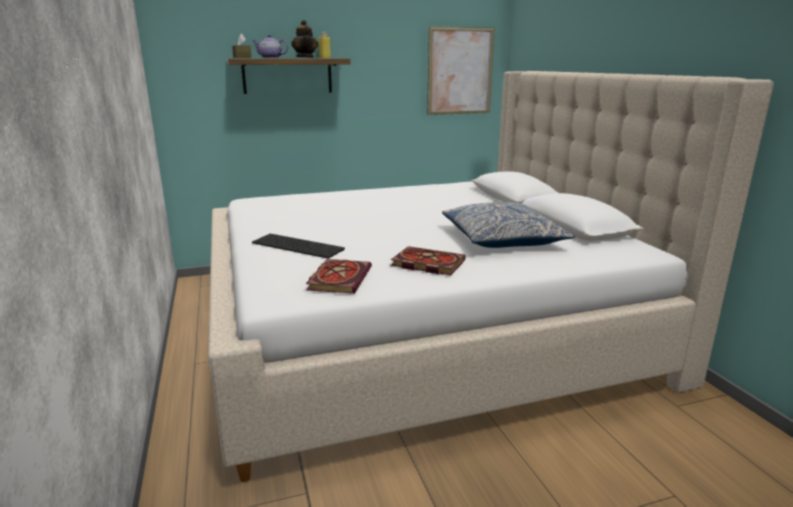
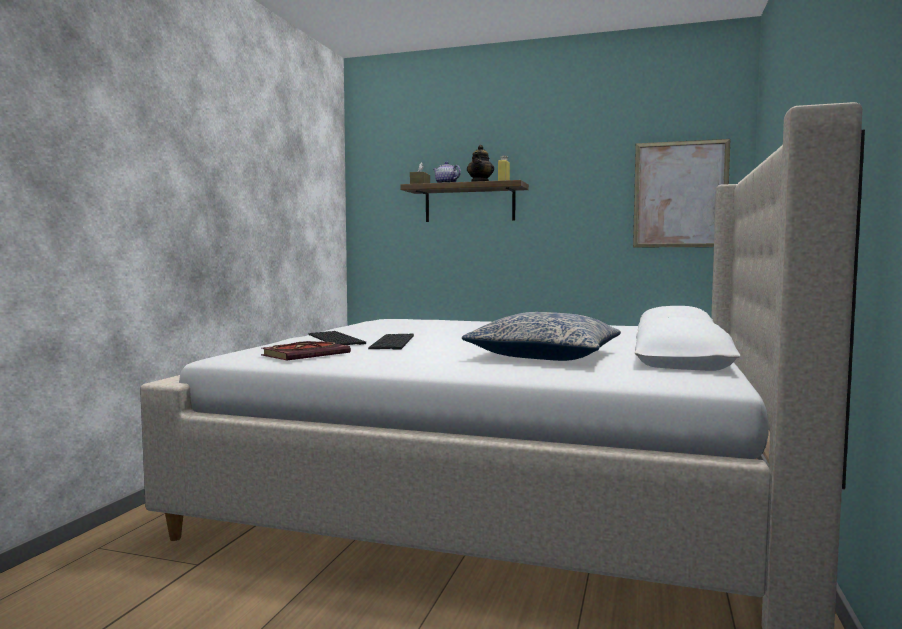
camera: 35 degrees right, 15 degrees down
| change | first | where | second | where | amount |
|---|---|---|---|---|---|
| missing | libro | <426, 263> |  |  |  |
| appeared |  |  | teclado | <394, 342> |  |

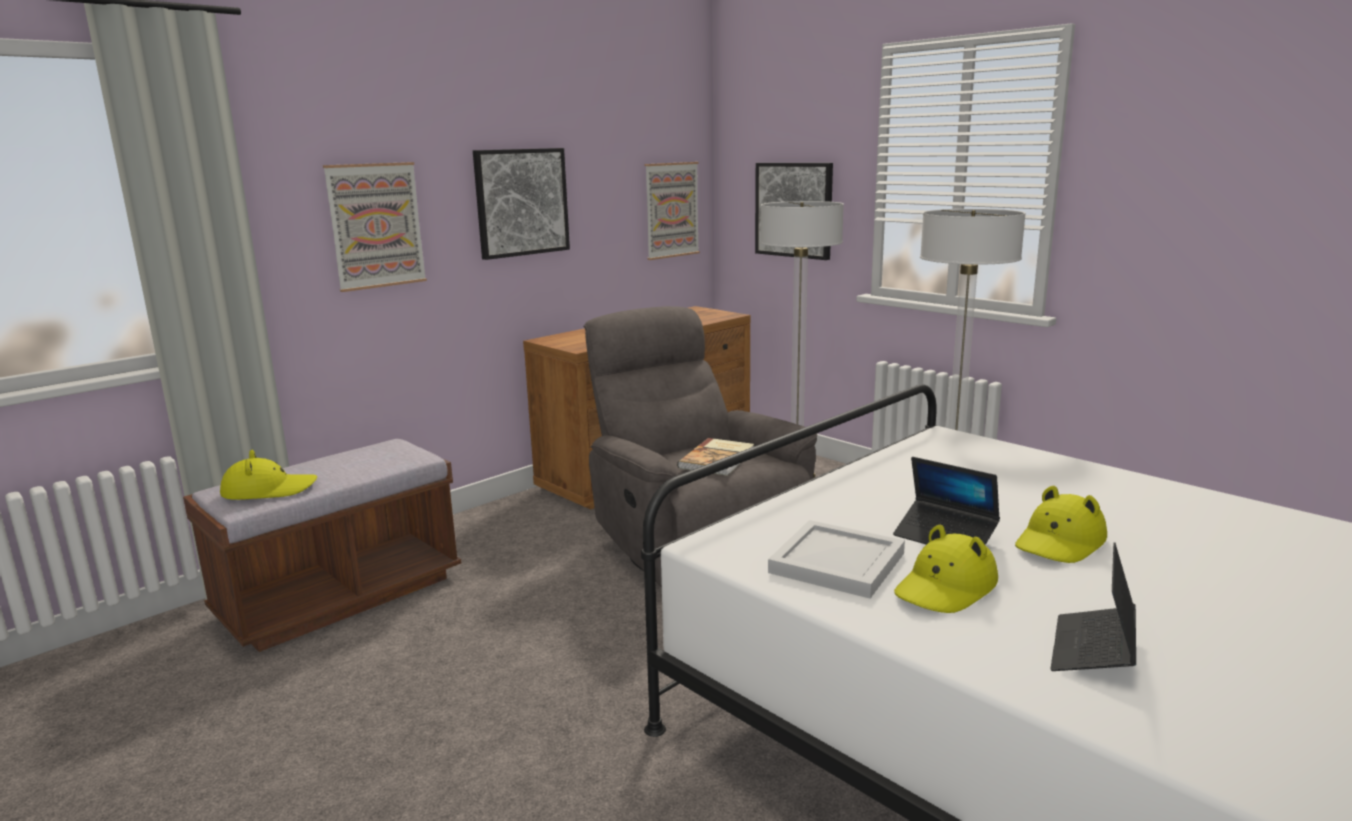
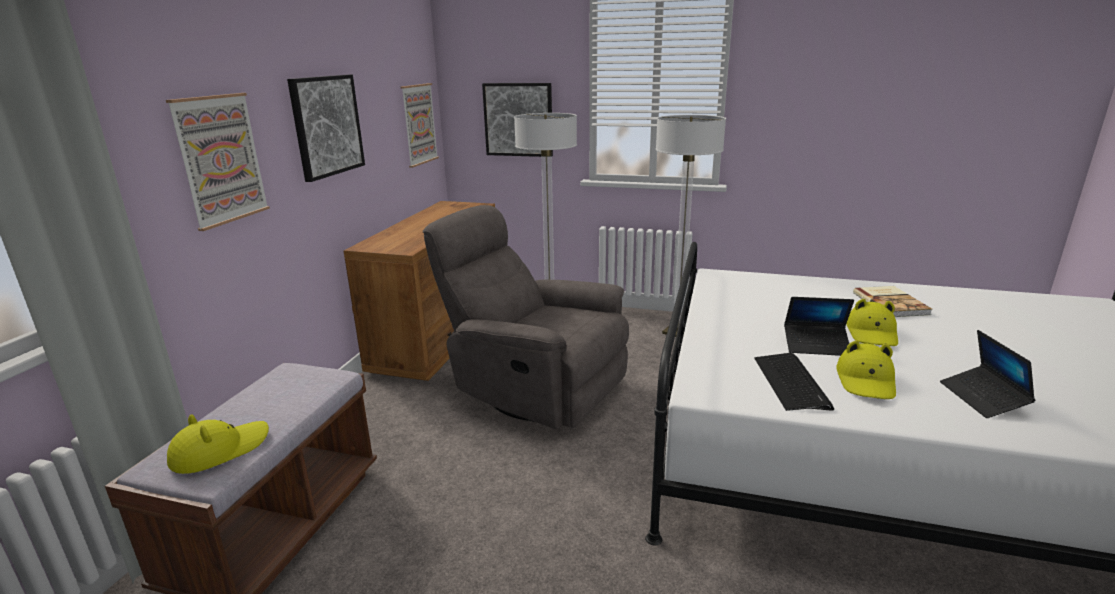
camera: 30 degrees left, 5 degrees up
| change | first | where | second | where | amount |
|---|---|---|---|---|---|
| relocated | libro | <718, 459> |  | <891, 303> |  |
| exchanged | bandeja [blanco] | <838, 564> | teclado | <791, 382> |  |

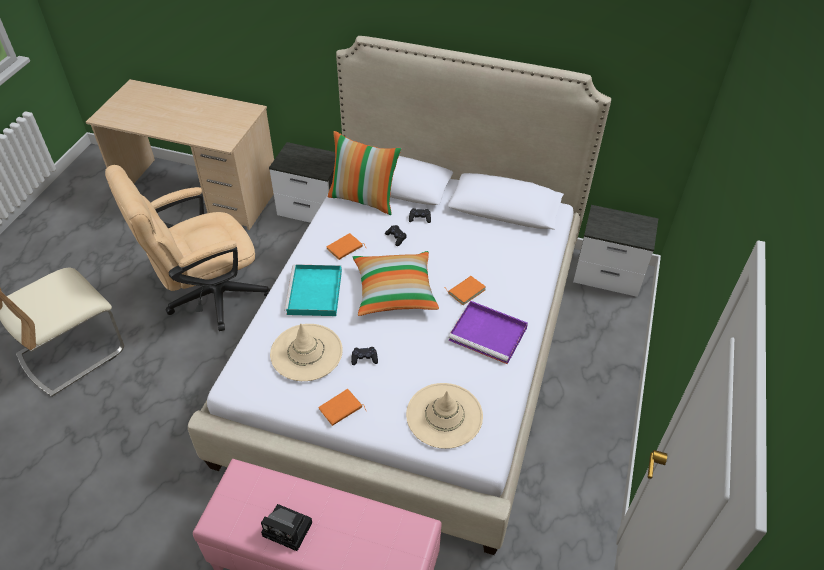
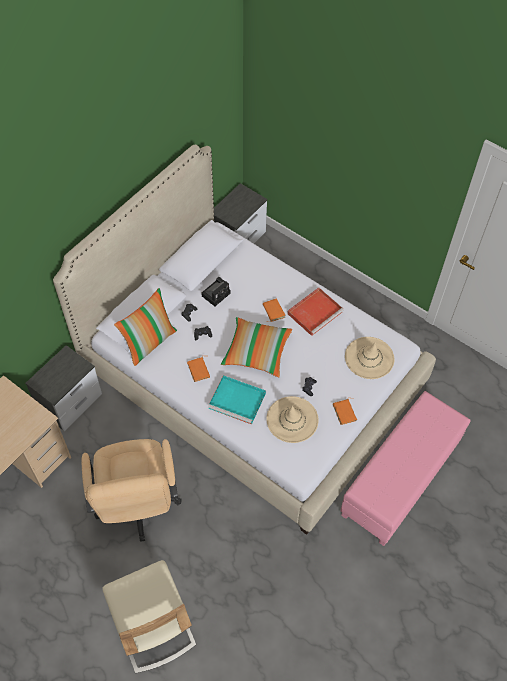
camera: 70 degrees left, 10 degrees up
| change | first | where | second | where | amount |
|---|---|---|---|---|---|
| relocated | cámara | <289, 529> |  | <216, 294> |  |
| colour | bandeja [morado] | <489, 334> | bandeja [rojo] | <315, 312> |  |

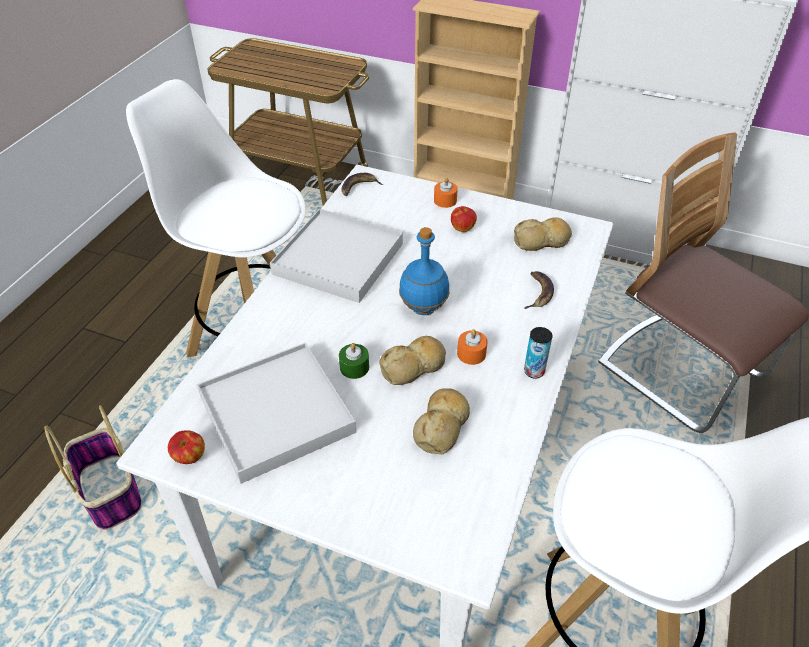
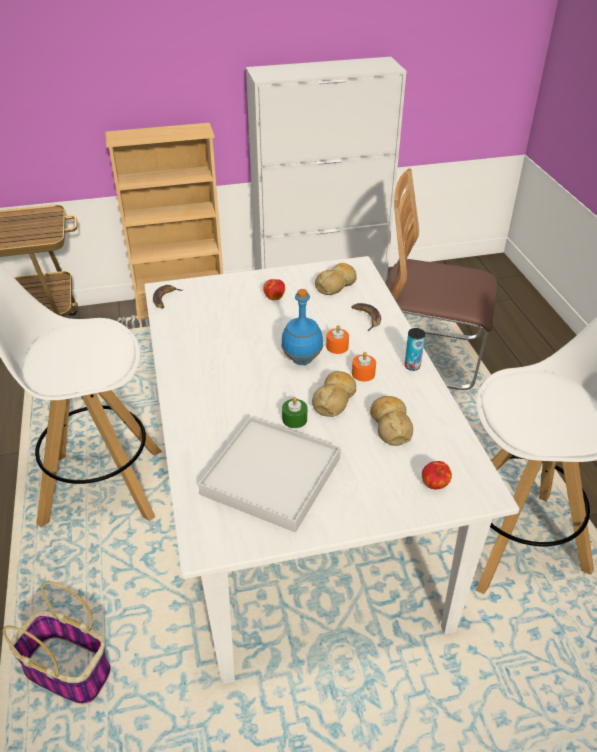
camera: 35 degrees left, 5 degrees down
| change | first | where | second | where | amount |
|---|---|---|---|---|---|
| missing | bandeja [blanco] | <338, 259> |  |  |  |
| relocated | manzana | <190, 457> |  | <435, 485> |  |
| relocated | vela [naranja] | <445, 200> |  | <337, 347> |  |

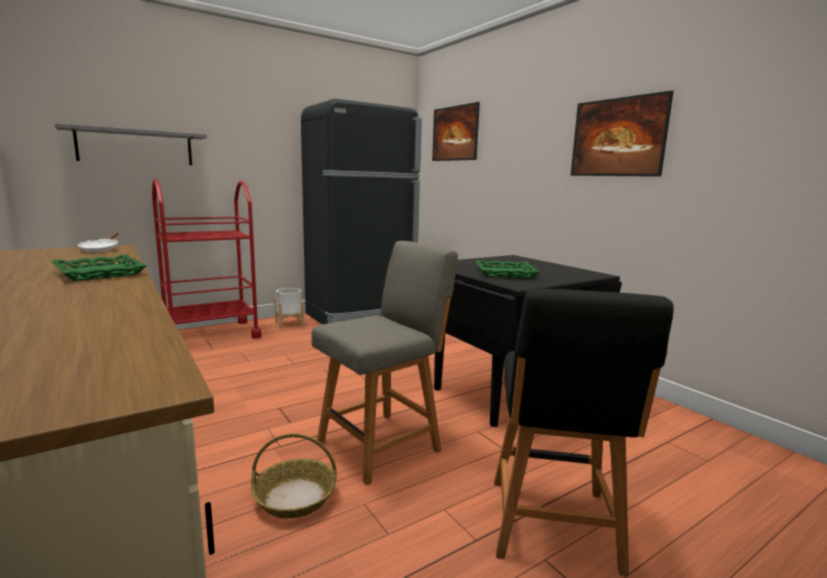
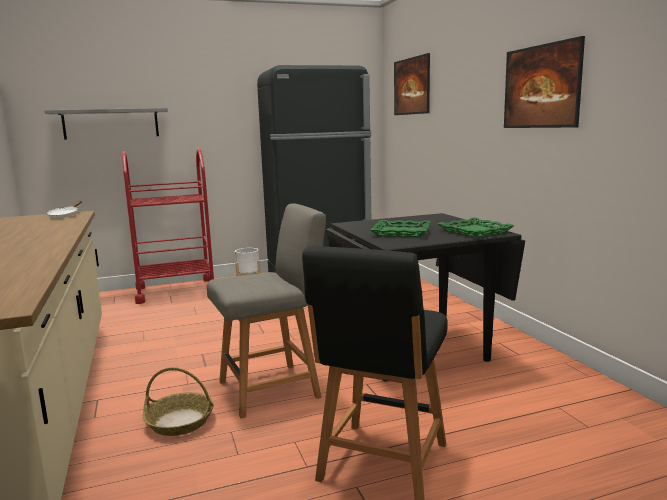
camera: 15 degrees right, 0 degrees up
| change | first | where | second | where | amount |
|---|---|---|---|---|---|
| relocated | bandeja [verde] | <100, 273> |  | <475, 231> |  |

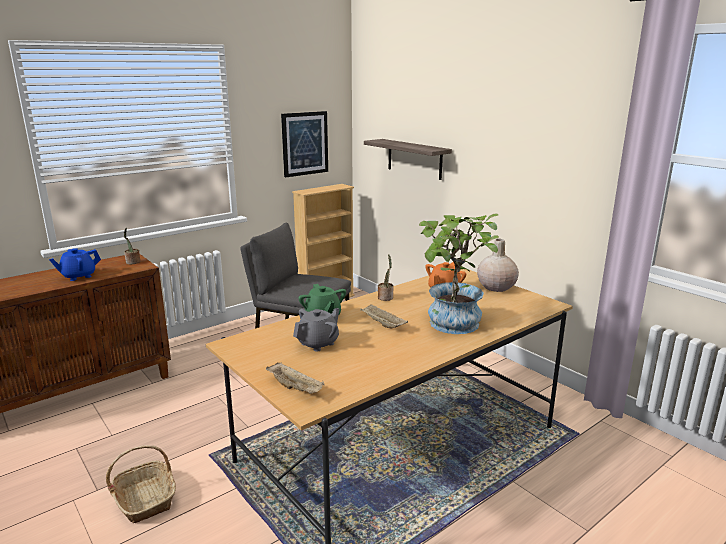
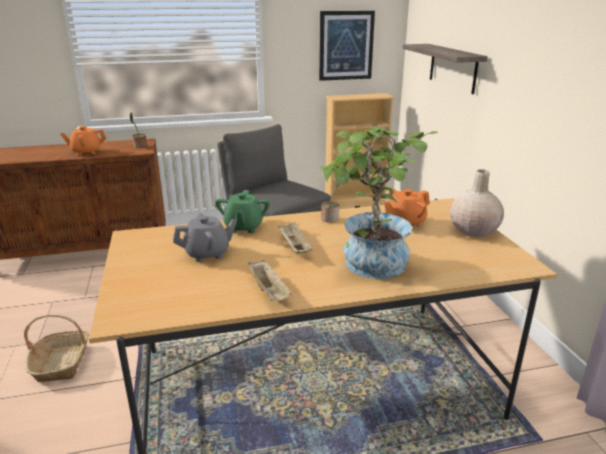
camera: 25 degrees right, 5 degrees up
| change | first | where | second | where | amount |
|---|---|---|---|---|---|
| relocated | bandeja [beis] | <296, 388> |  | <269, 291> |  |
| colour | tetera [azul] | <78, 276> | tetera [naranja] | <86, 152> |  |

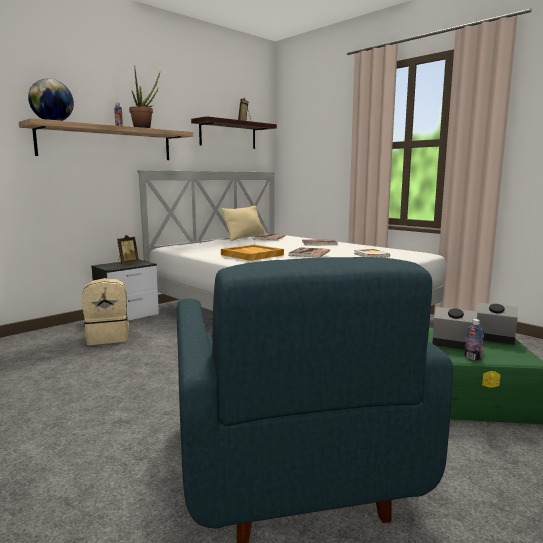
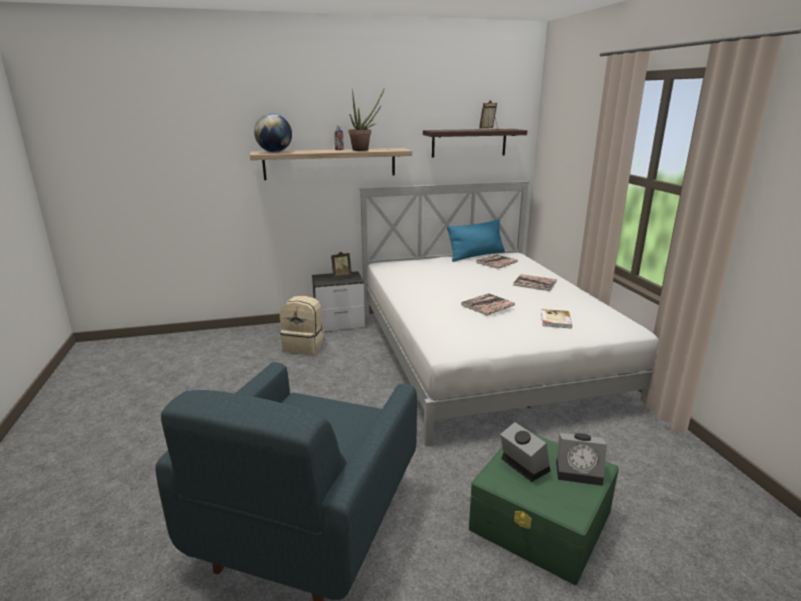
camera: 30 degrees right, 10 degrees up
| change | first | where | second | where | amount |
|---|---|---|---|---|---|
| missing | bandeja [beis] | <251, 255> |  |  |  |
| missing | botella | <472, 358> |  |  |  |
| colour | cojín [beis] | <244, 237> | cojín [azul] | <476, 255> |  |
| spun | despertador | <492, 338> |  | <580, 471> | 135 degrees clockwise |

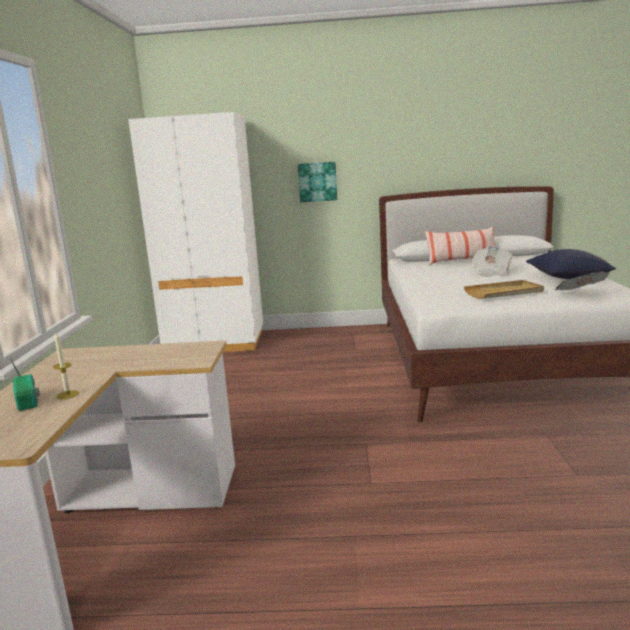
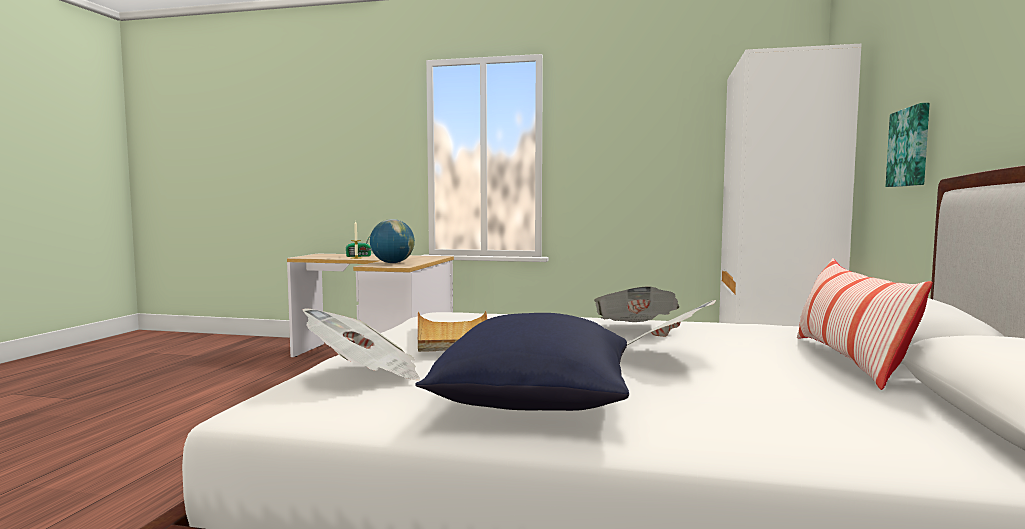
camera: 100 degrees right, 10 degrees down
| change | first | where | second | where | amount |
|---|---|---|---|---|---|
| appeared |  |  | globo terráqueo | <392, 263> |  |
| appeared |  |  | periódico | <635, 330> |  |

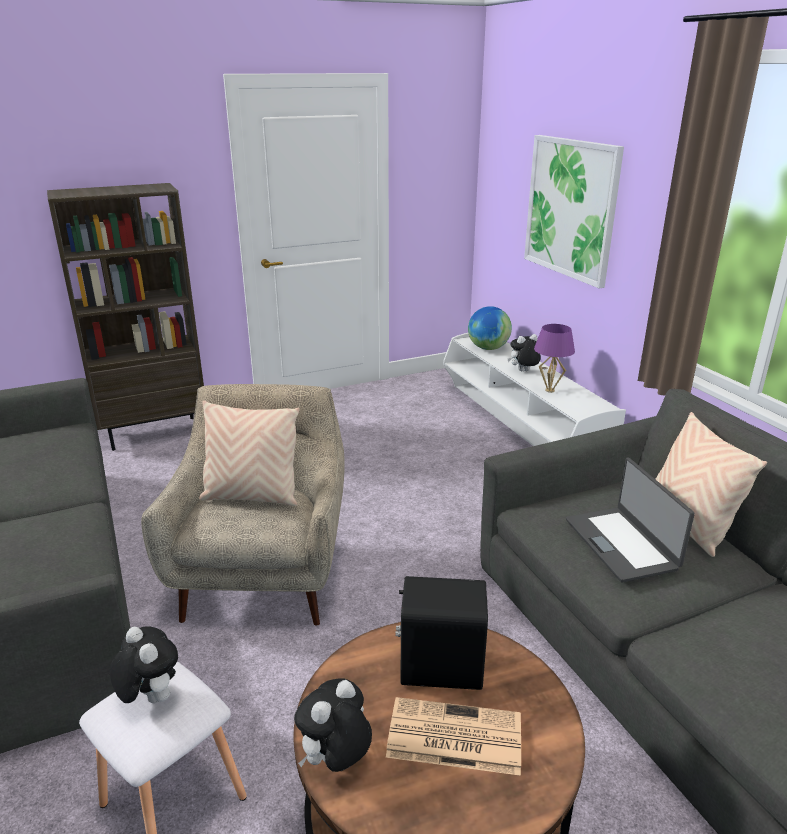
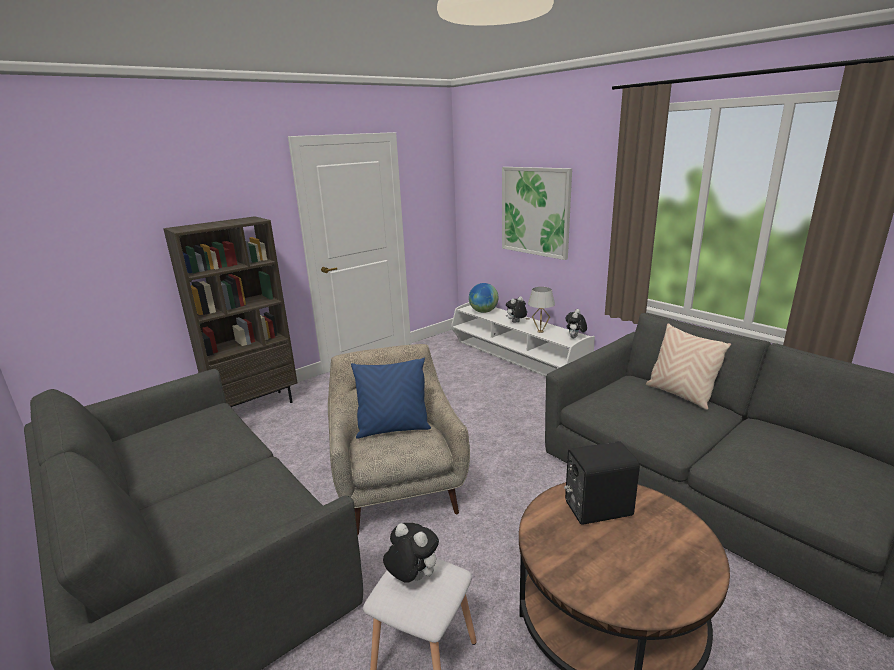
camera: 15 degrees left, 5 degrees down
| change | first | where | second | where | amount |
|---|---|---|---|---|---|
| missing | periódico | <452, 737> |  |  |  |
| missing | portátil | <622, 543> |  |  |  |
| relocated | peluche | <335, 761> |  | <575, 338> |  |
| colour | cojín [beis] | <252, 496> | cojín [azul] | <393, 429> |  |
| colour | lámpara de mesa [morado] | <549, 390> | lámpara de mesa [blanco] | <540, 331> |  |

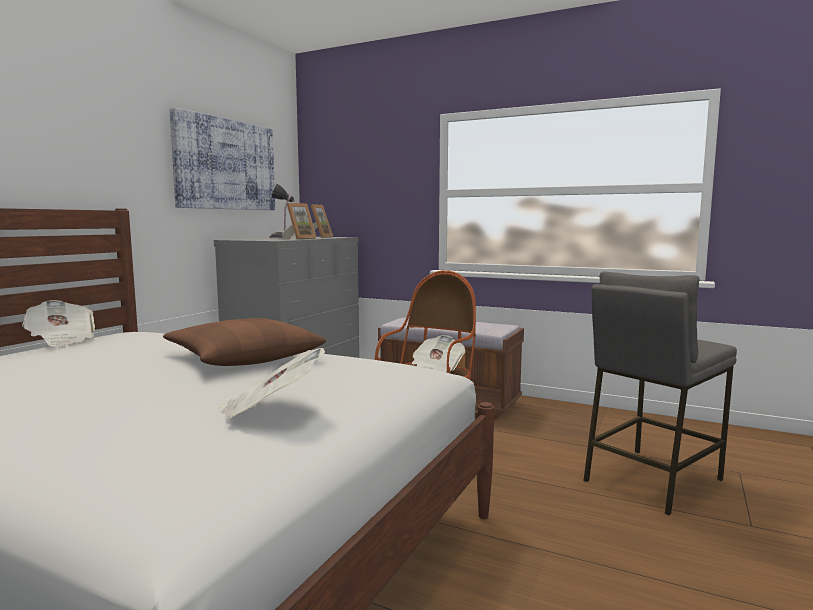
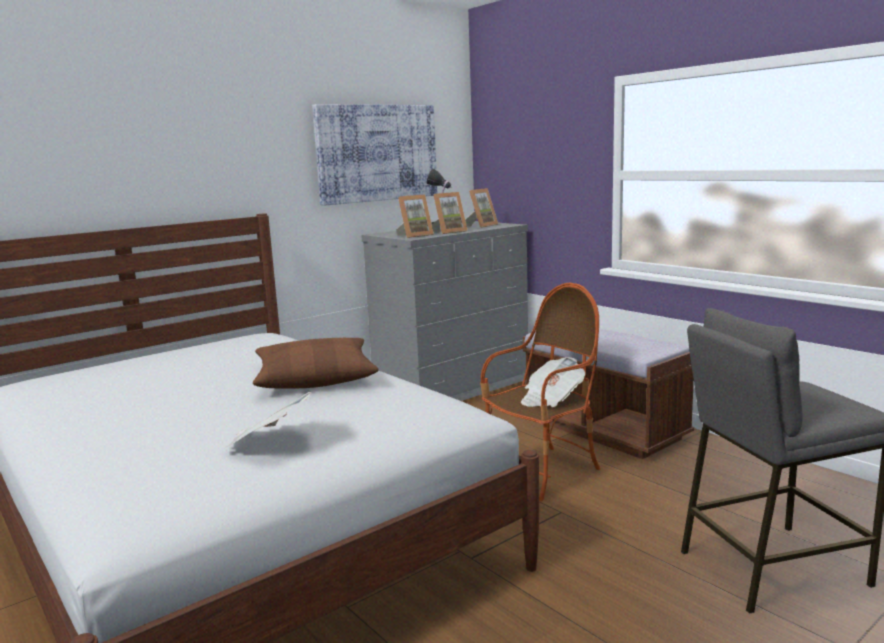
camera: 25 degrees right, 5 degrees up
| change | first | where | second | where | amount |
|---|---|---|---|---|---|
| missing | periódico | <61, 340> |  |  |  |
| appeared |  |  | portarretratos | <414, 235> |  |

